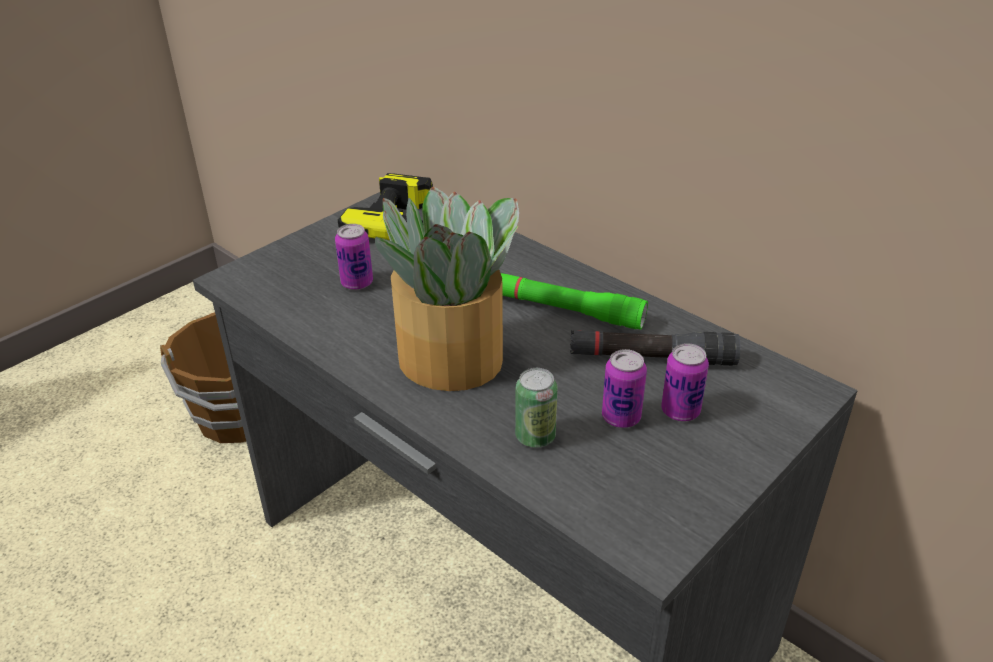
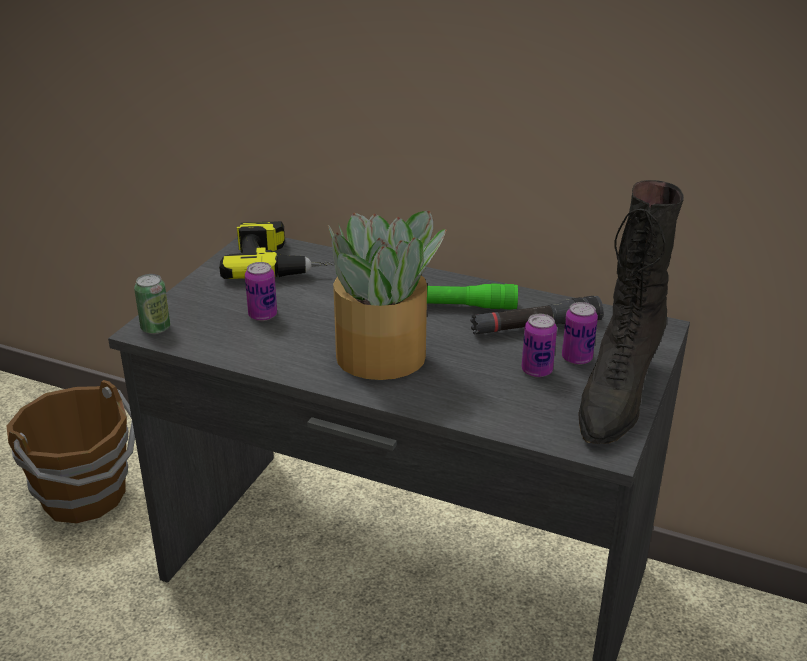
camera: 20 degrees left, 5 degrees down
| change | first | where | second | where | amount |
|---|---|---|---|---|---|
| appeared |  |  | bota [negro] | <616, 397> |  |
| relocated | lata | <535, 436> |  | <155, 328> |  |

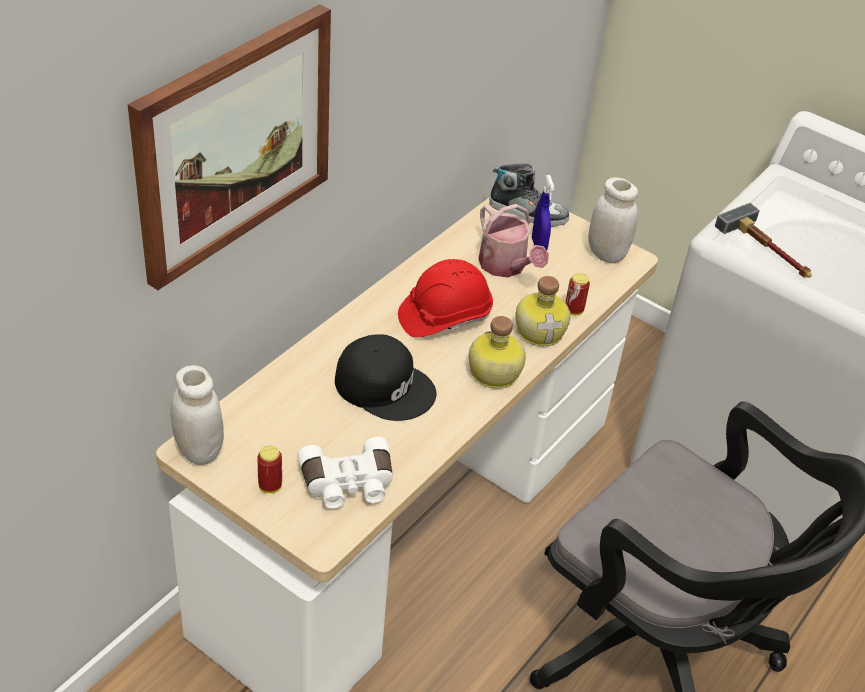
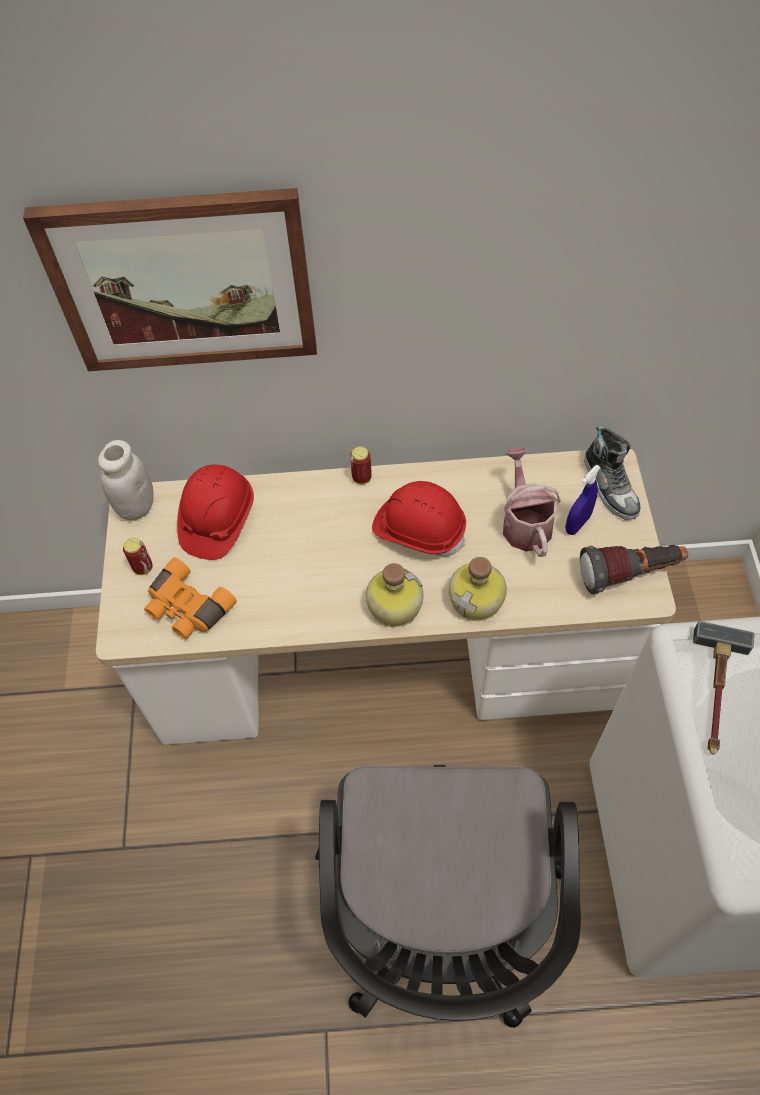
camera: 55 degrees right, 15 degrees up
| change | first | where | second | where | amount |
|---|---|---|---|---|---|
| missing | gorra [negro] | <385, 386> |  |  |  |
| appeared |  |  | casco [rojo] | <217, 520> |  |
| relocated | lata | <573, 311> |  | <361, 478> |  |
| exchanged | tarro [blanco] | <606, 254> | linterna | <629, 574> |  |
| colour | prismáticos [blanco] | <348, 485> | prismáticos [naranja] | <187, 608> |  |
| spun | regadera | <506, 266> |  | <524, 523> | 150 degrees clockwise |

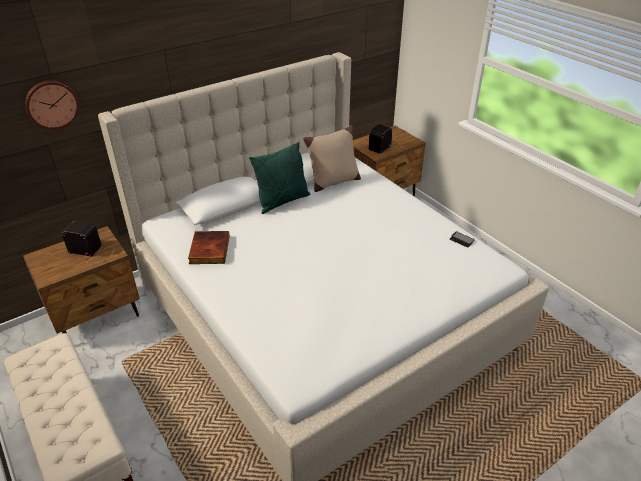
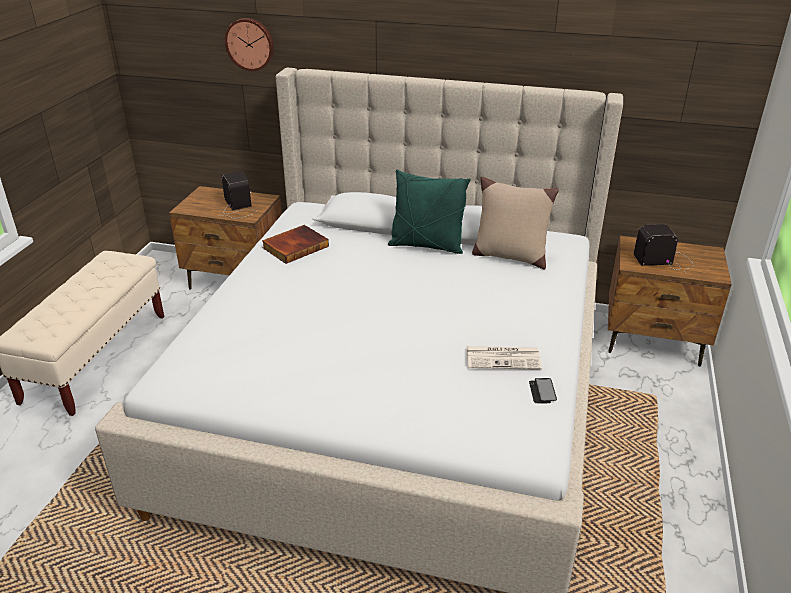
camera: 50 degrees right, 5 degrees down
| change | first | where | second | where | amount |
|---|---|---|---|---|---|
| appeared |  |  | periódico | <504, 358> |  |

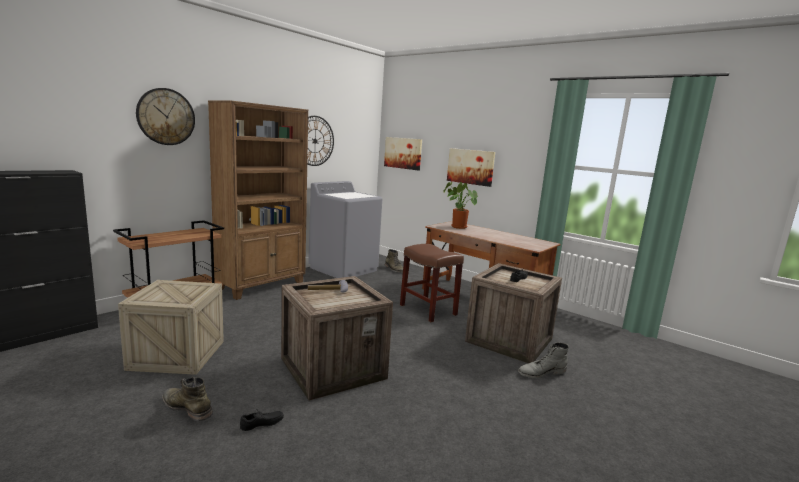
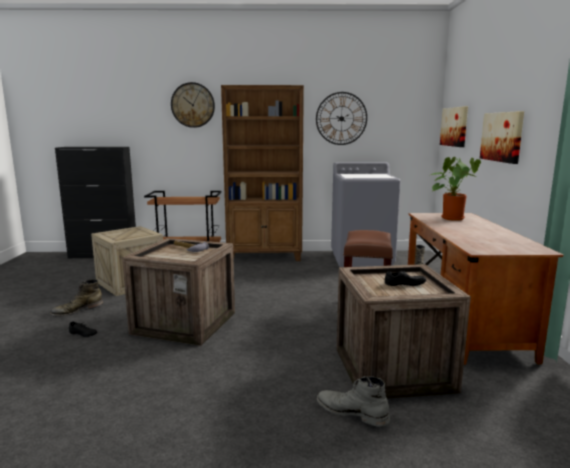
camera: 50 degrees right, 0 degrees up
| change | first | where | second | where | amount |
|---|---|---|---|---|---|
| spun | bota [verde] | <187, 407> |  | <77, 310> | 120 degrees counterclockwise |

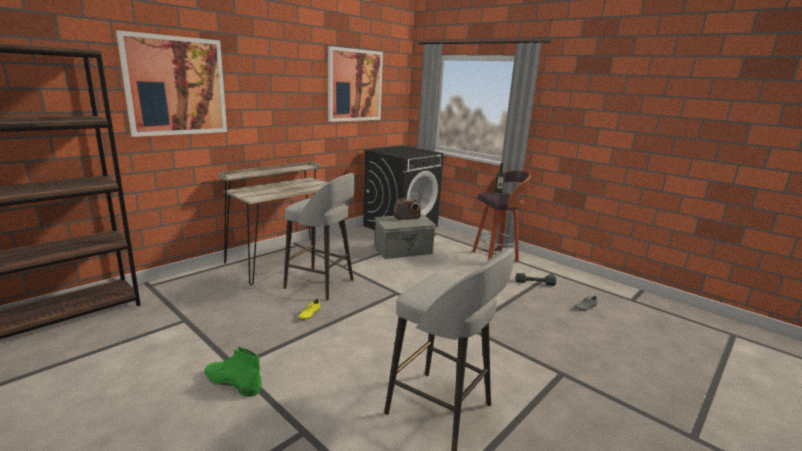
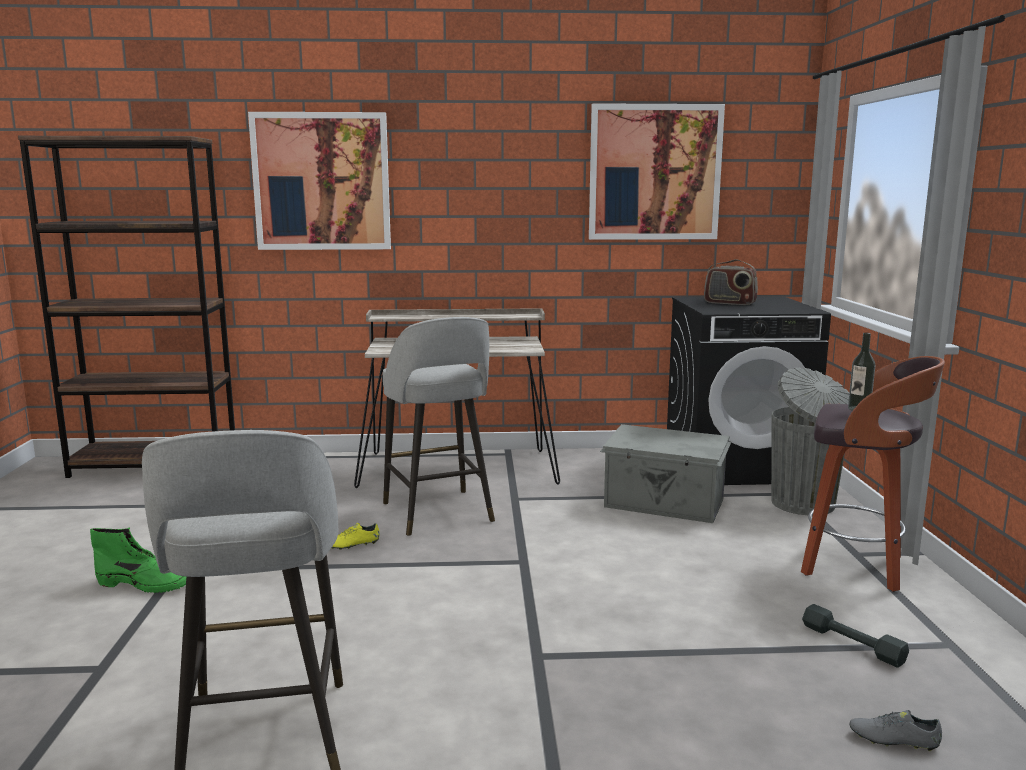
camera: 45 degrees right, 5 degrees down
| change | first | where | second | where | amount |
|---|---|---|---|---|---|
| appeared |  |  | papelera [gris] | <804, 504> |  |
| relocated | radio | <406, 218> |  | <729, 303> |  |
| spun | bota [verde] | <232, 382> |  | <145, 584> | 120 degrees clockwise |

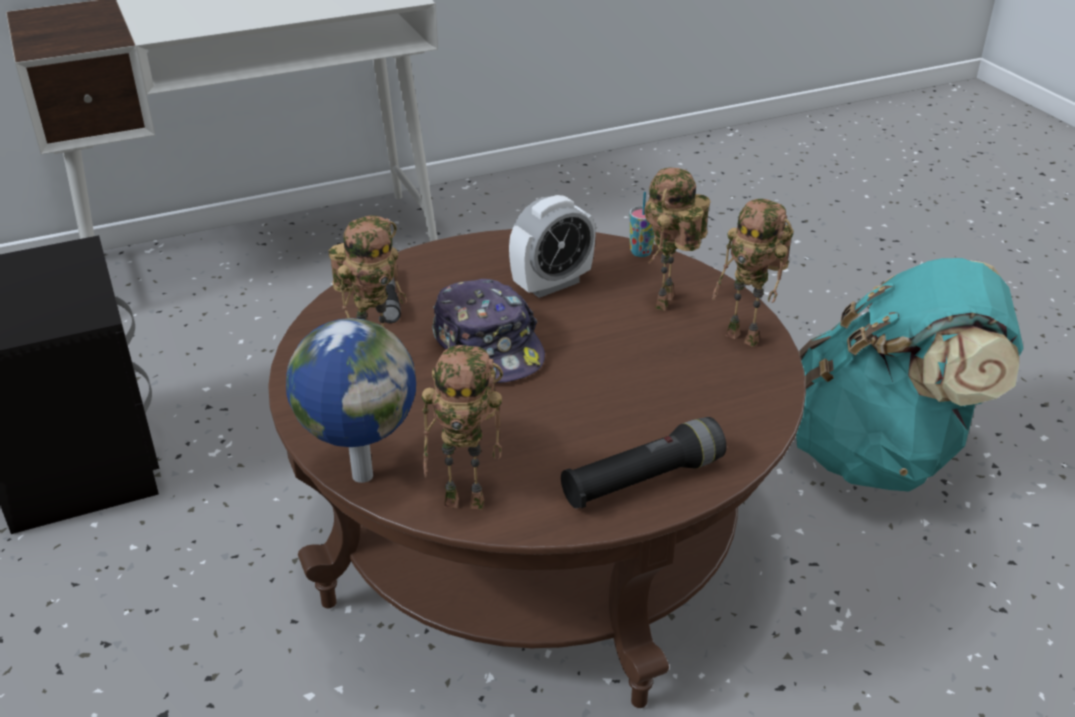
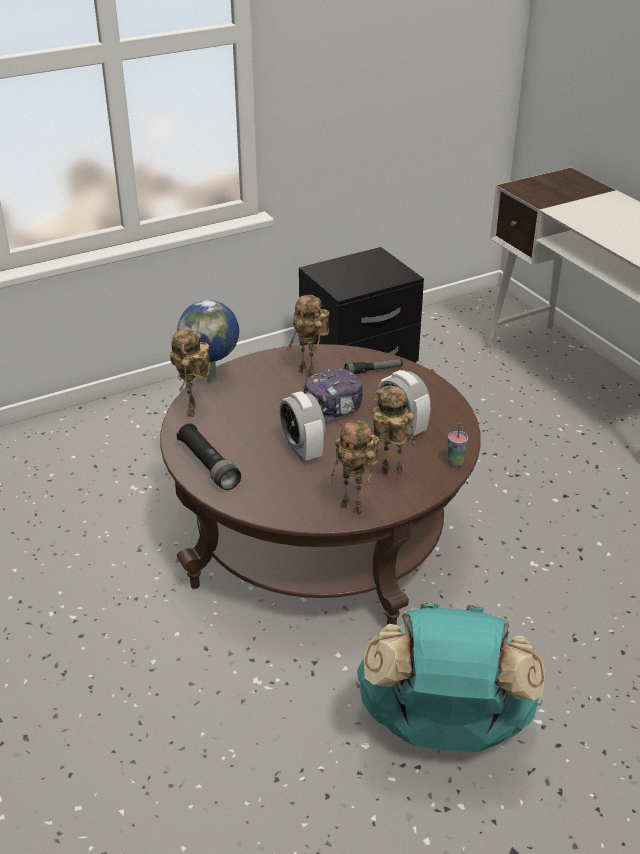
camera: 85 degrees right, 0 degrees up
| change | first | where | second | where | amount |
|---|---|---|---|---|---|
| appeared |  |  | despertador | <302, 450> |  |
| spun | robot de juguete | <746, 337> |  | <354, 508> | 90 degrees counterclockwise |

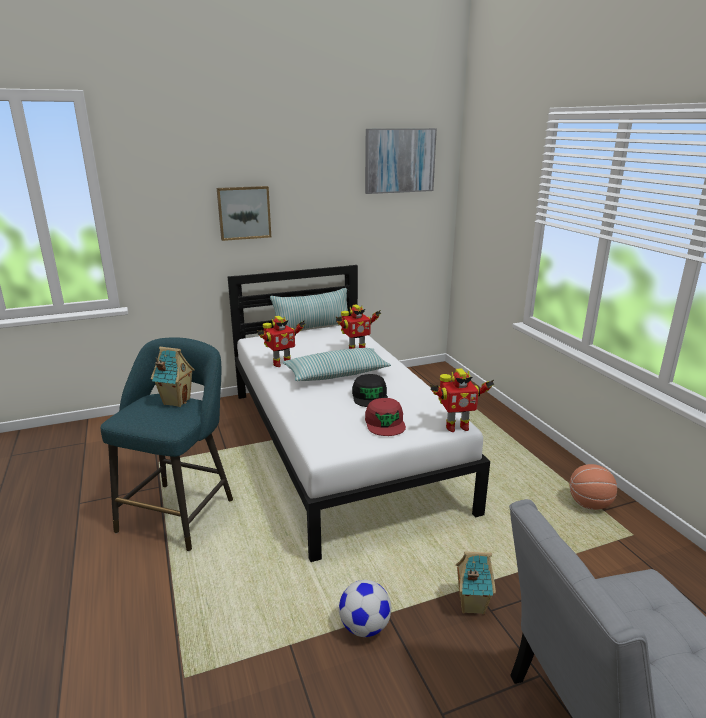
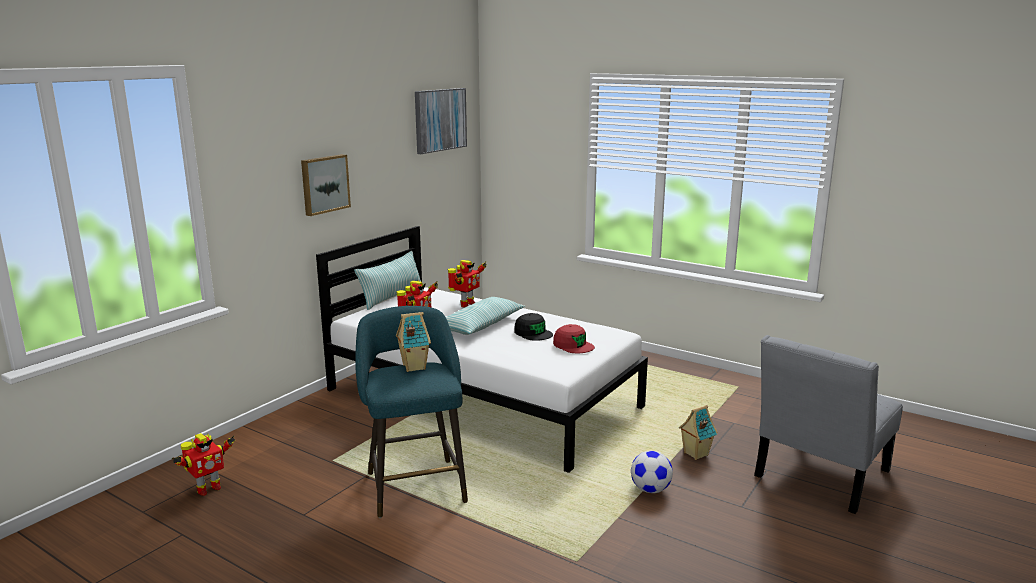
camera: 35 degrees left, 5 degrees down
| change | first | where | second | where | amount |
|---|---|---|---|---|---|
| missing | balón de baloncesto | <589, 504> |  |  |  |
| relocated | robot de juguete | <456, 427> |  | <207, 489> |  |

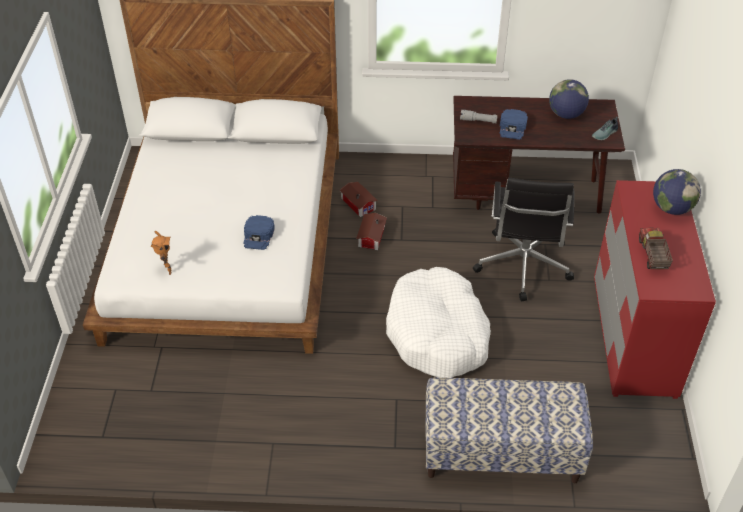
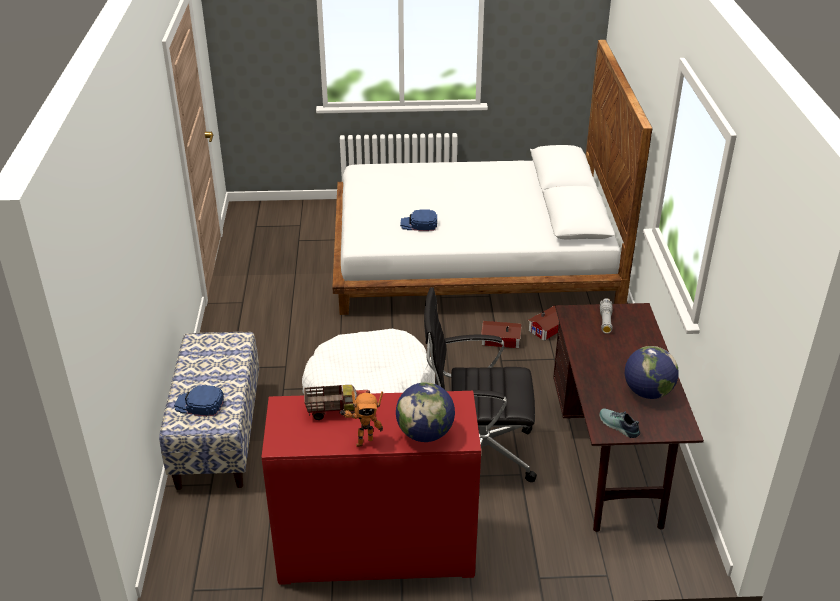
camera: 85 degrees right, 10 degrees down
| change | first | where | second | where | amount |
|---|---|---|---|---|---|
| relocated | robot de juguete | <166, 270> |  | <363, 441> |  |
| relocated | gorra [azul] | <512, 127> |  | <199, 404> |  |

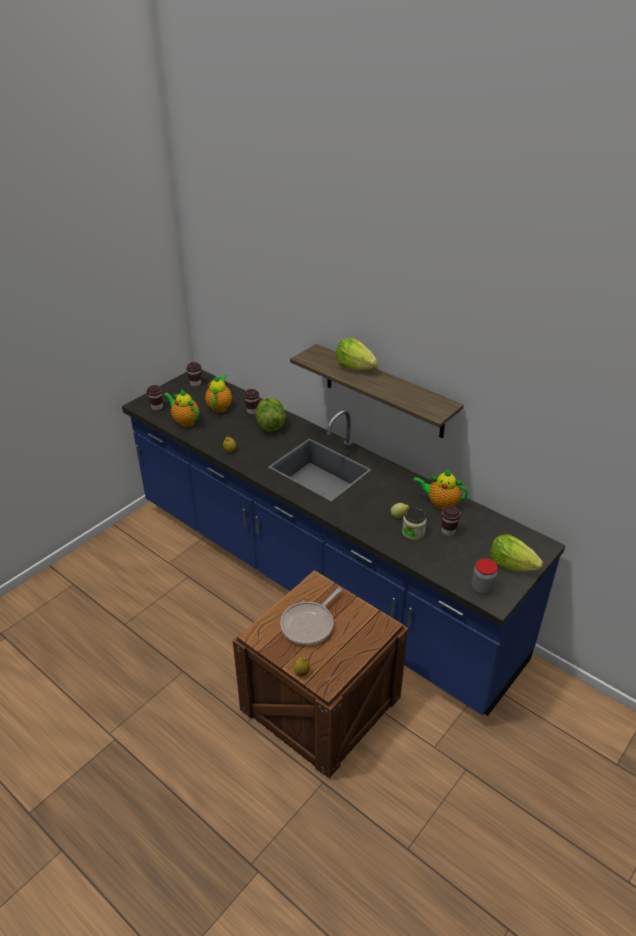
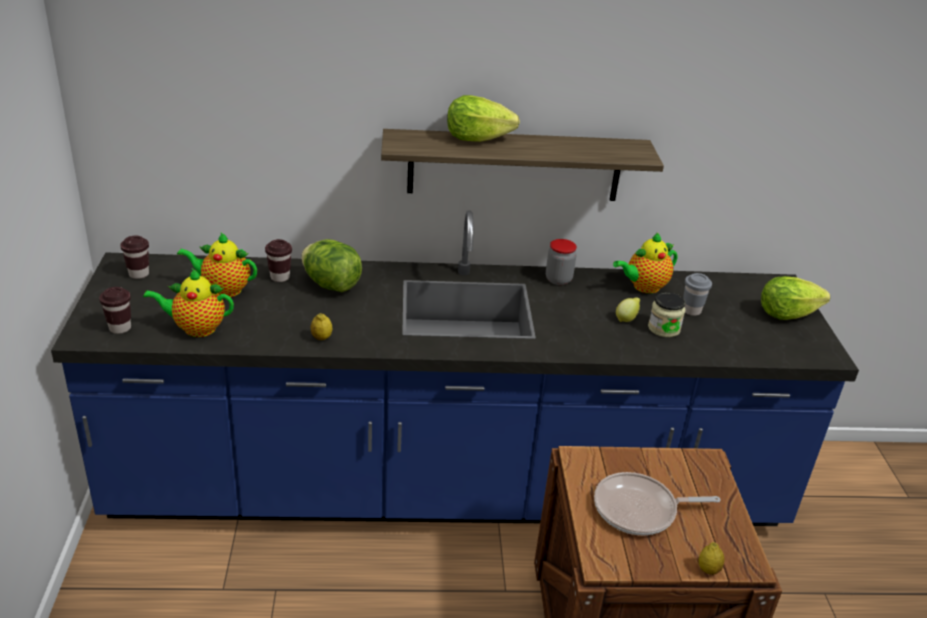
camera: 45 degrees left, 5 degrees down
| change | first | where | second | where | amount |
|---|---|---|---|---|---|
| relocated | tarro | <482, 588> |  | <558, 279> |  |
| colour | taza [marrón] | <448, 531> | taza [gris] | <691, 311> |  |
| spun | tetera | <220, 406> |  | <223, 289> | 45 degrees counterclockwise |
| spun | sartén | <309, 624> |  | <640, 510> | 90 degrees clockwise |

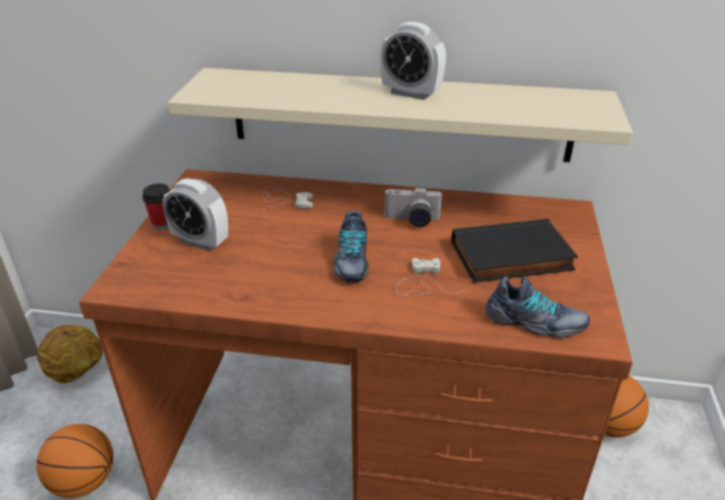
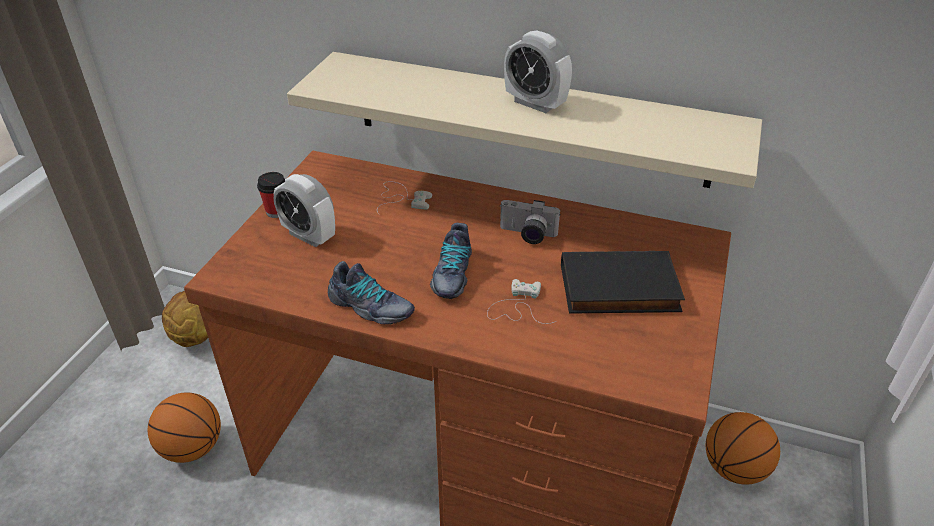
camera: 10 degrees right, 5 degrees up
| change | first | where | second | where | amount |
|---|---|---|---|---|---|
| relocated | zapato | <535, 323> |  | <370, 307> |  |

